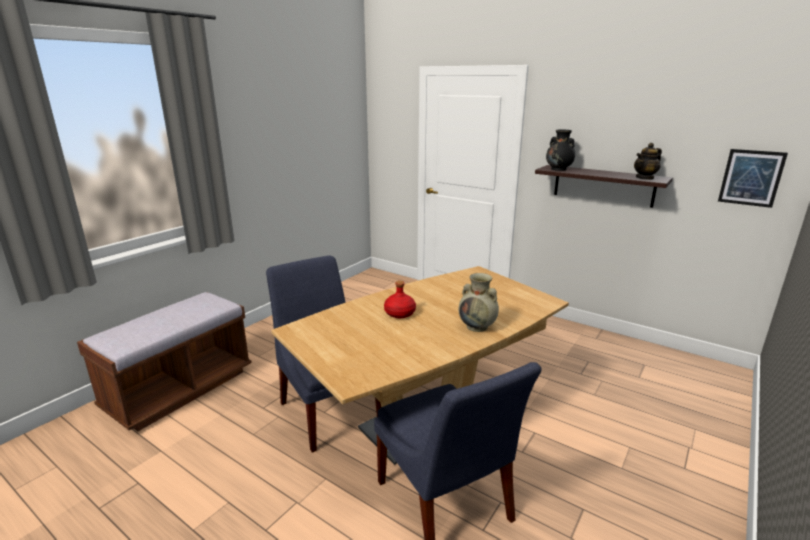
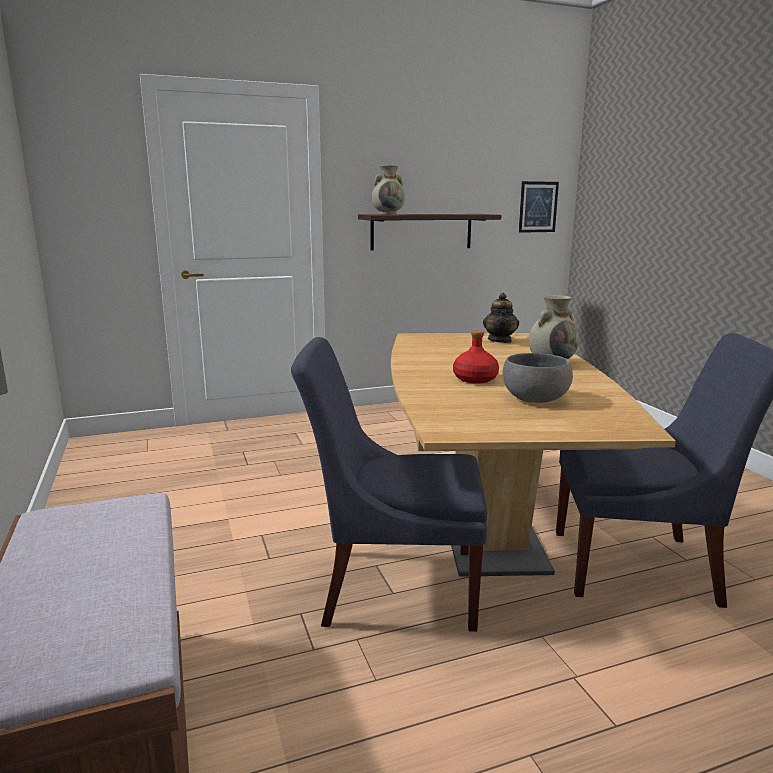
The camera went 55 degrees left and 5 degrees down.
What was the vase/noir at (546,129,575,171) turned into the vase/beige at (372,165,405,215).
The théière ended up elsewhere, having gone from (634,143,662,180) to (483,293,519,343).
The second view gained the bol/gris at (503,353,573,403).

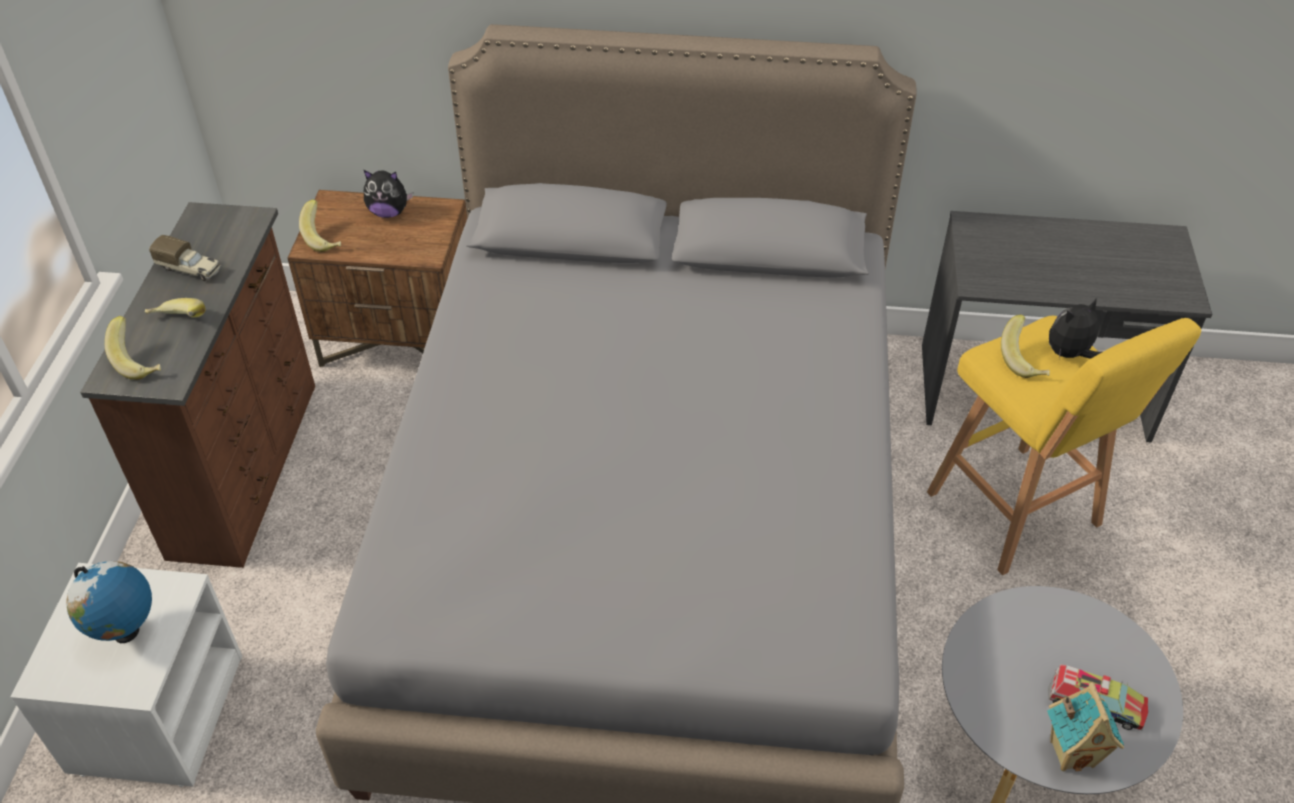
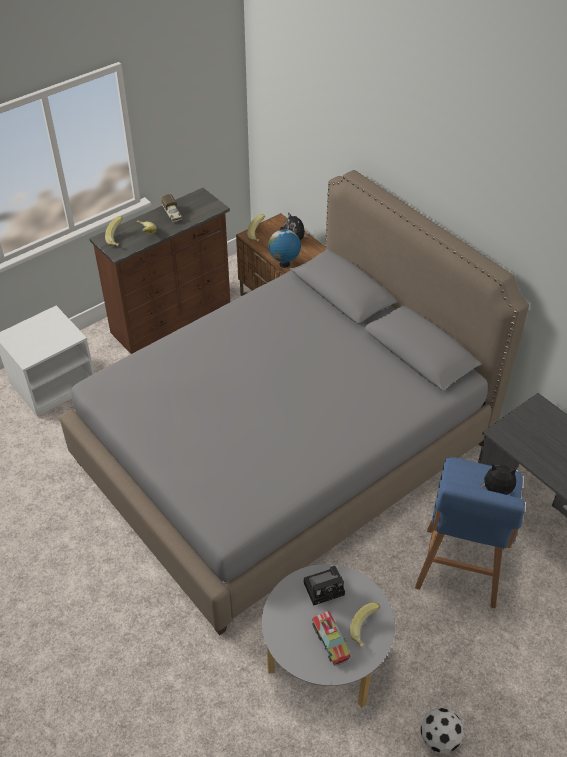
The camera went 45 degrees right and 0 degrees up.
The globe ended up elsewhere, having gone from (66,561,152,643) to (268,227,301,268).
What was the tabouret/jaune at (927,316,1201,575) turned into the tabouret/bleu at (415,457,525,608).
The banane ended up elsewhere, having gone from (1001,315,1050,378) to (349,602,381,647).
The second view lost the maison miniature at (1047,682,1124,771).
The second view gained the appareil photo at (304,566,345,606).
The second view gained the ballon de foot at (420,708,464,754).

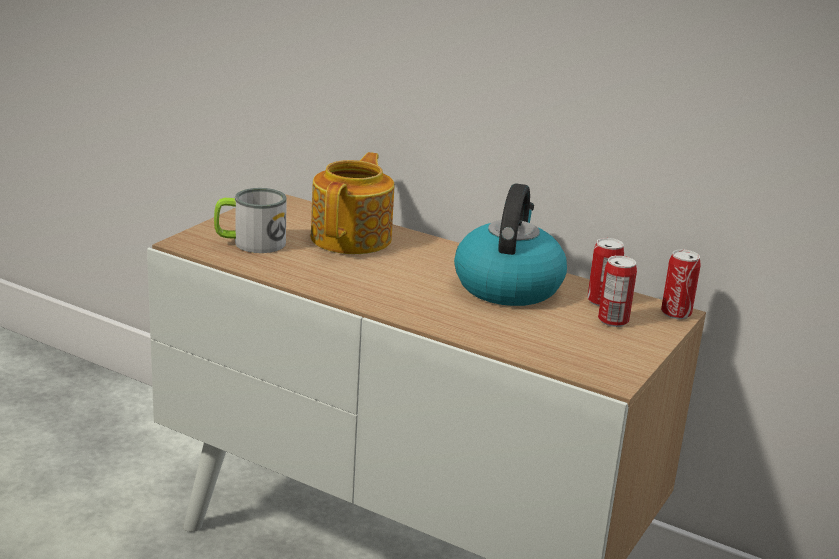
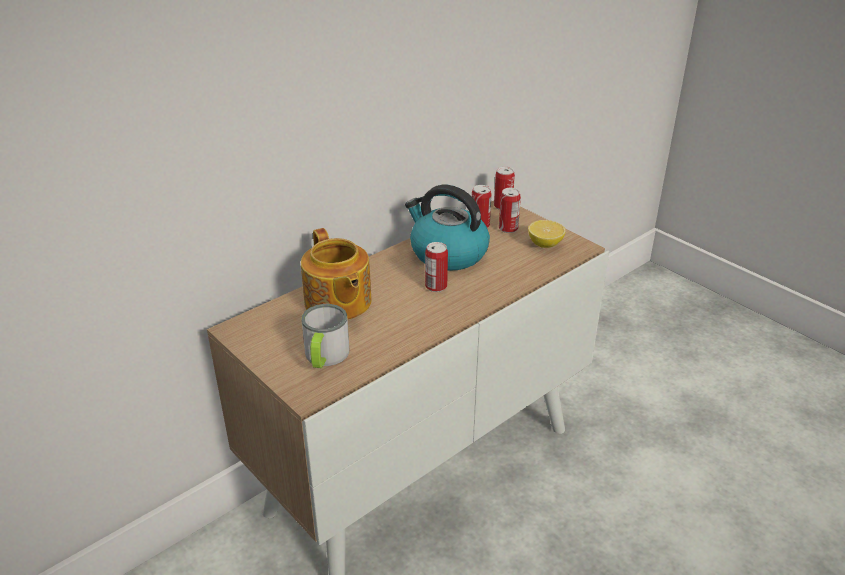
The camera went 70 degrees left and 10 degrees up.
The théière at (311,152,395,254) ended up facing another way, 150 degrees counterclockwise from before.
The second view gained the boîte métallique at (425,242,448,292).
The second view gained the citron at (528,220,566,248).

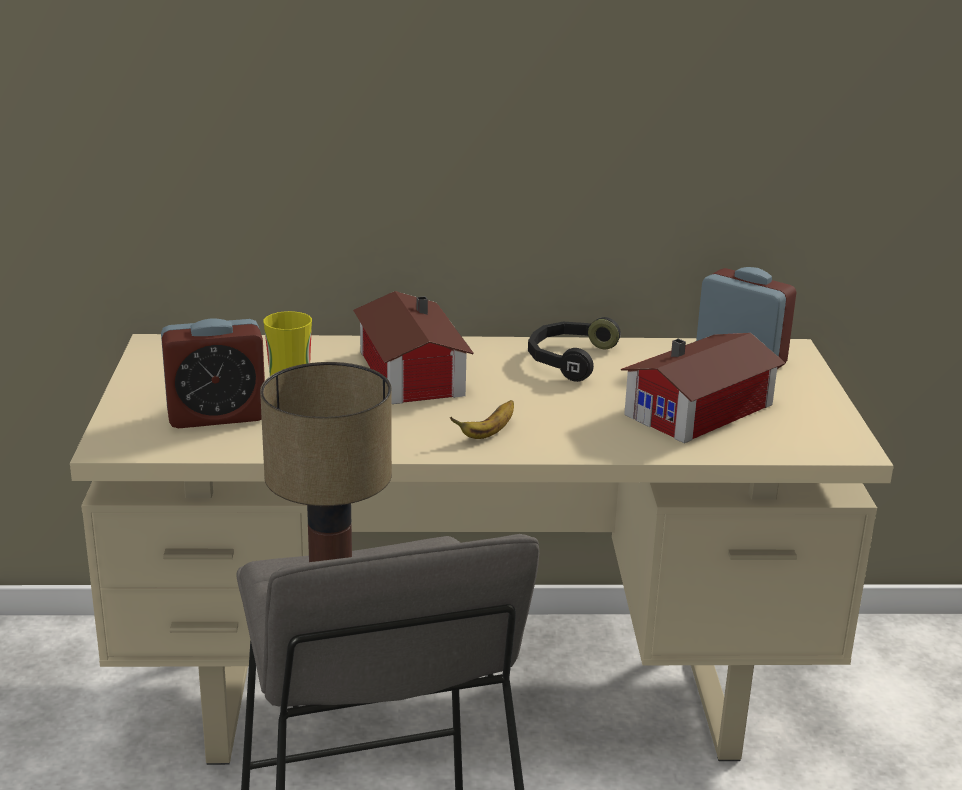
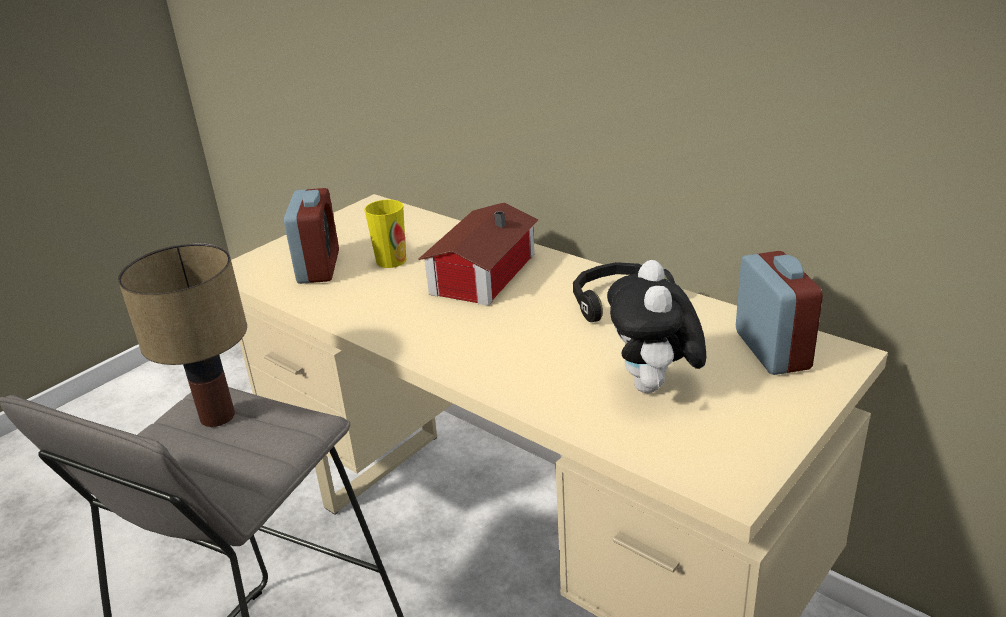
The camera went 45 degrees right and 5 degrees up.
The réveil at (161,318,265,428) ended up facing another way, 120 degrees counterclockwise from before.
The second view lost the banane at (450,400,514,439).
Where the maison miniature stood at (621,333,785,443), the peluche came to stand at (607,260,706,393).

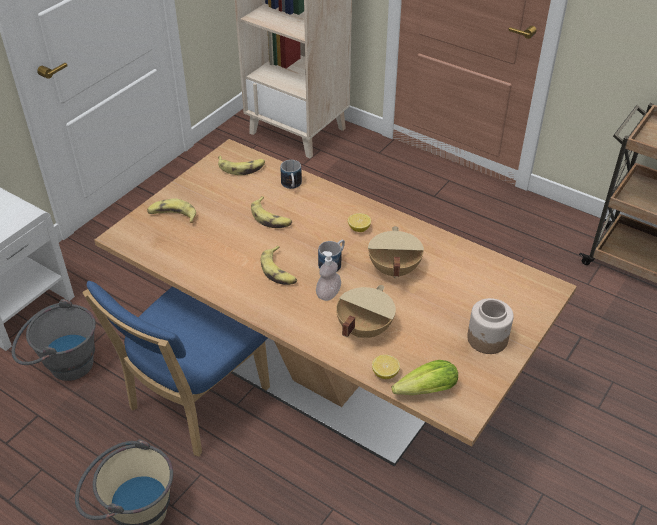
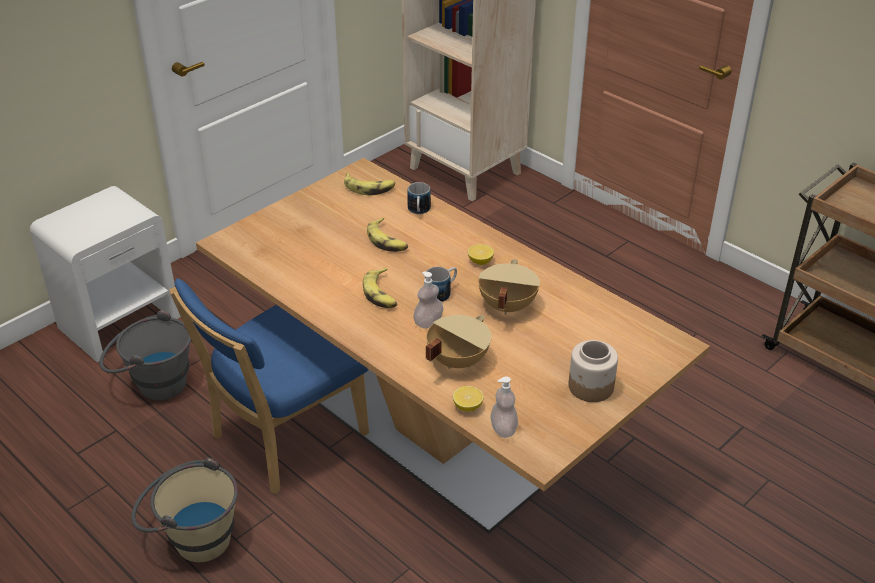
The camera went 10 degrees right and 5 degrees down.
The second view lost the banane at (147,198,196,223).
Where the laitue stood at (392,360,458,395), the distributeur de savon came to stand at (491,376,518,438).

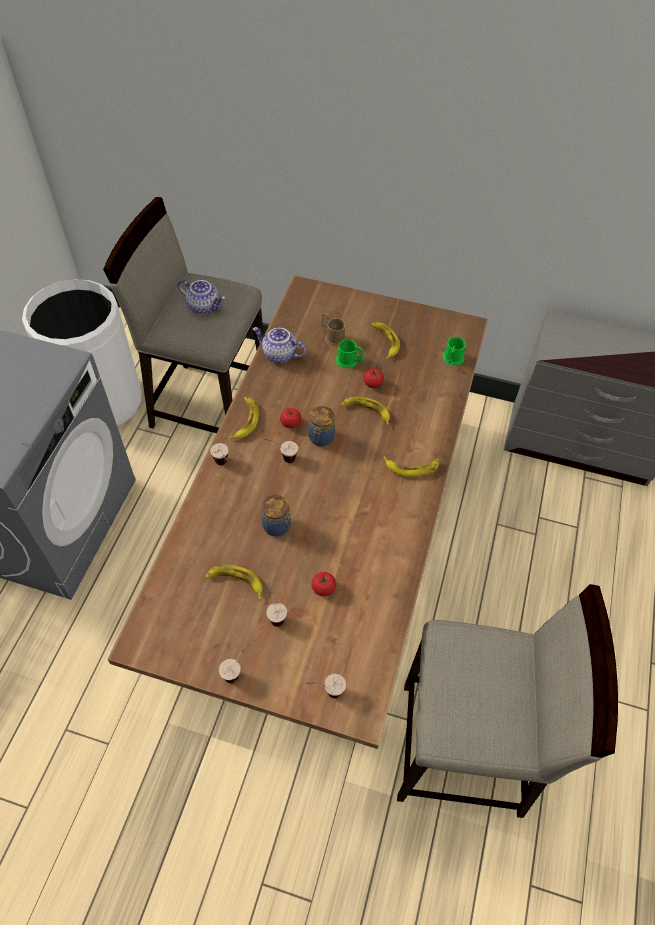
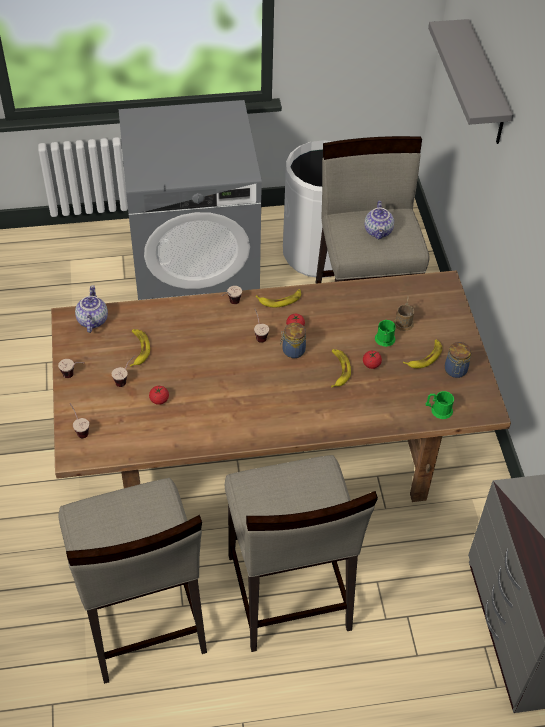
The camera went 65 degrees right and 5 degrees down.
The théière ended up elsewhere, having gone from (253,327,306,363) to (75,285,108,333).
The bocal ended up elsewhere, having gone from (261,495,292,537) to (445,342,472,378).
The second view lost the banane at (383,456,439,477).
The second view gained the tabouret/beige at (225,455,378,652).
The second view gained the étagère/gris at (428,19,514,144).

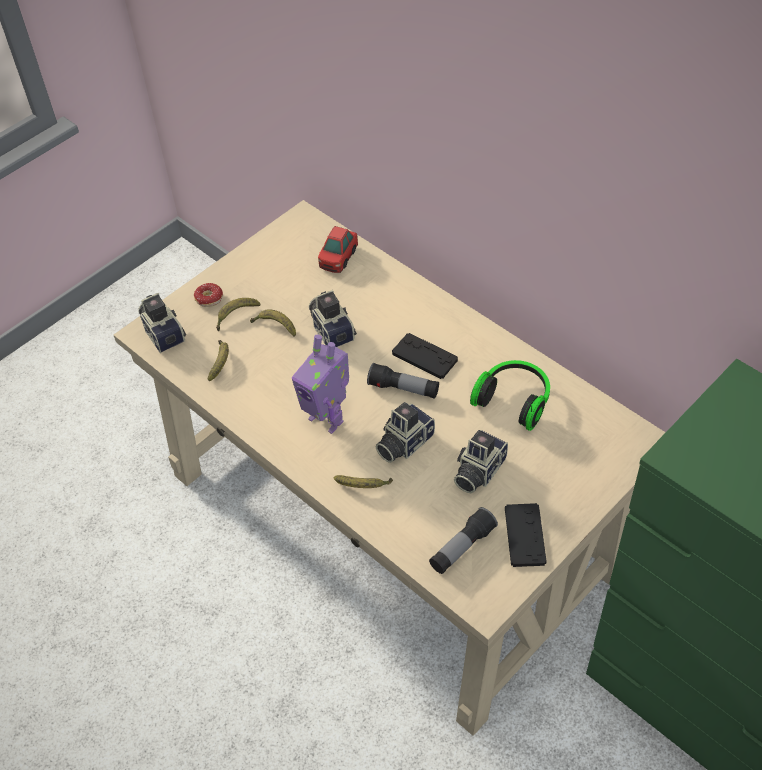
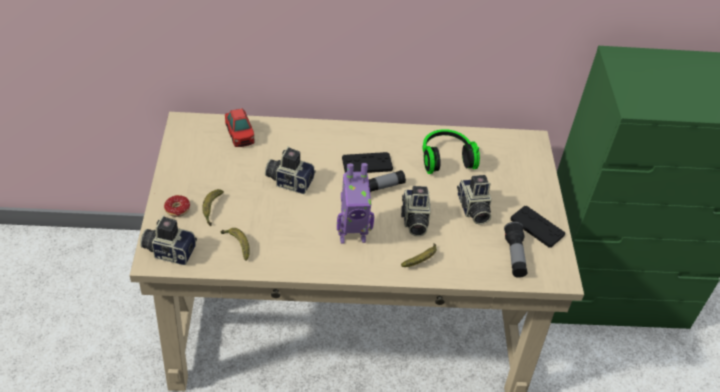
The camera went 50 degrees left and 5 degrees down.
The second view lost the banane at (250,309,296,337).

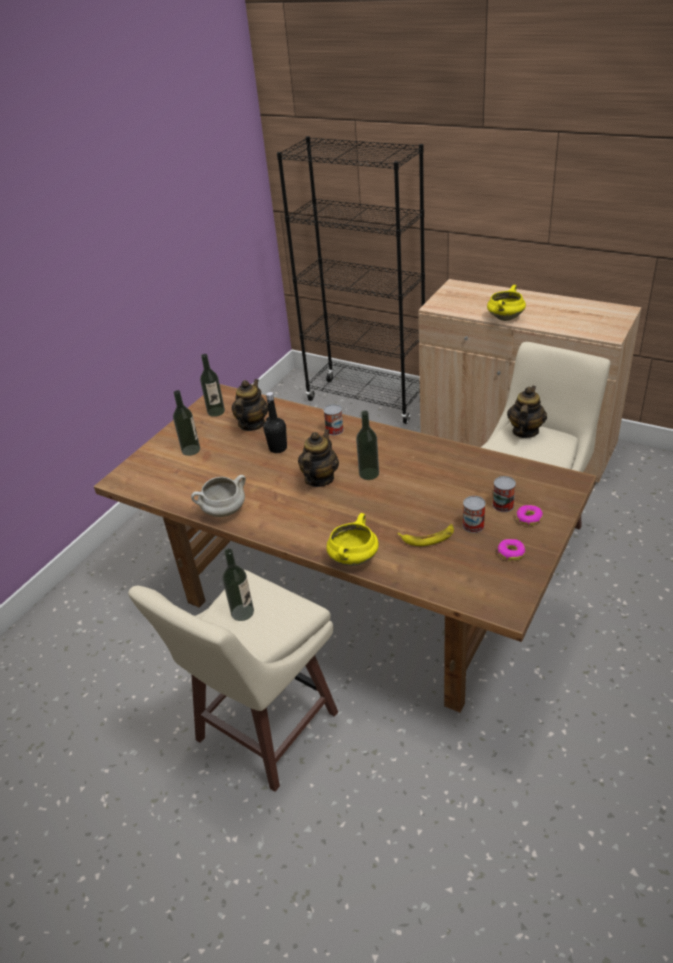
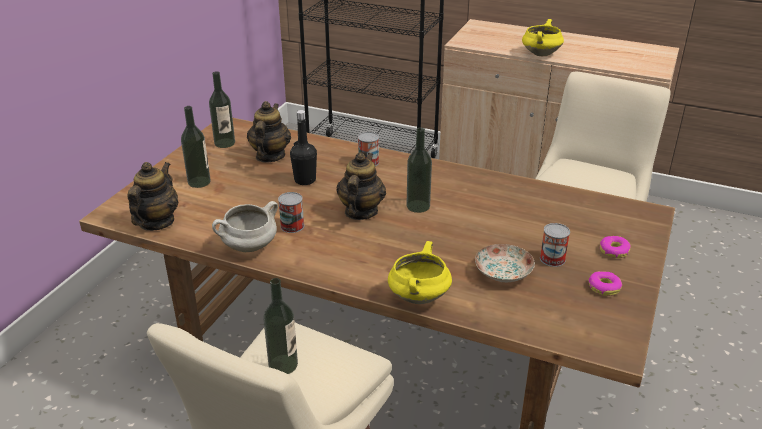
The camera went 10 degrees left and 5 degrees down.
Where the banane stood at (398,524,454,546), the assiette came to stand at (475,244,535,282).
The boîte métallique ended up elsewhere, having gone from (493,476,516,512) to (278,192,304,233).
The théière ended up elsewhere, having gone from (507,386,547,438) to (128,162,179,231).

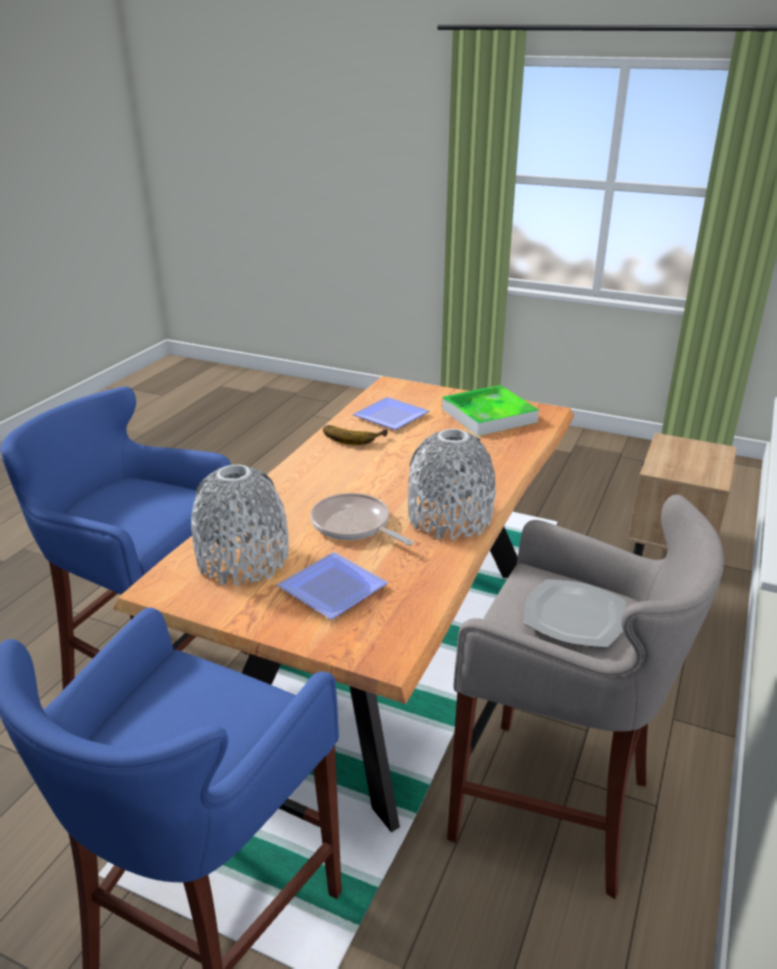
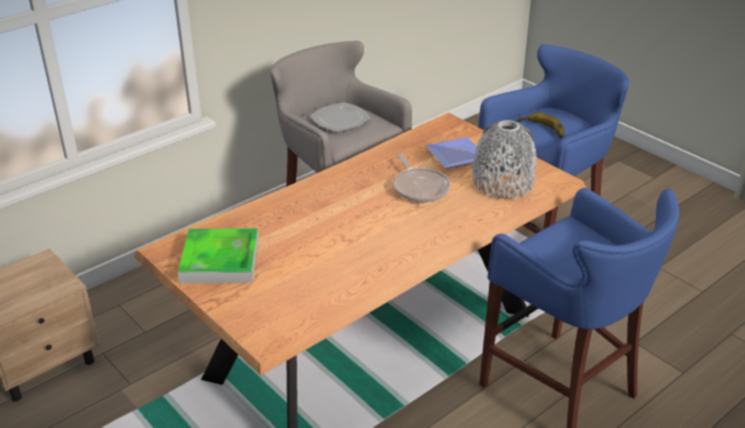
The camera went 155 degrees left and 5 degrees up.
The banane ended up elsewhere, having gone from (323,425,388,445) to (516,113,564,138).
The second view lost the assiette at (353,397,429,430).
The second view lost the vase/gris at (408,429,496,540).

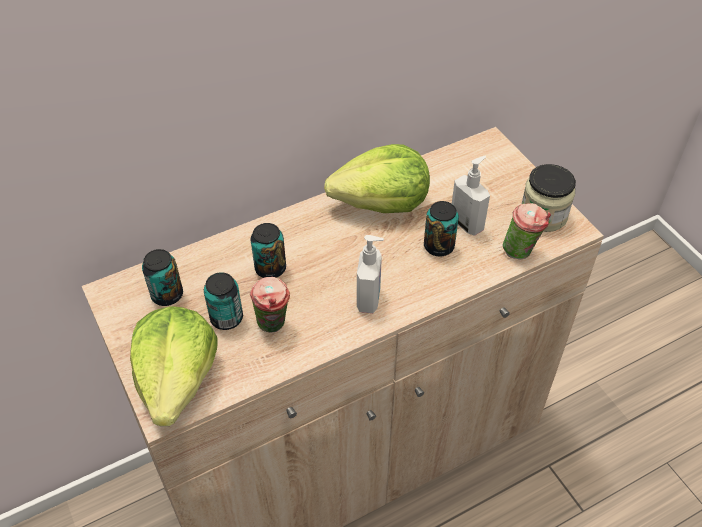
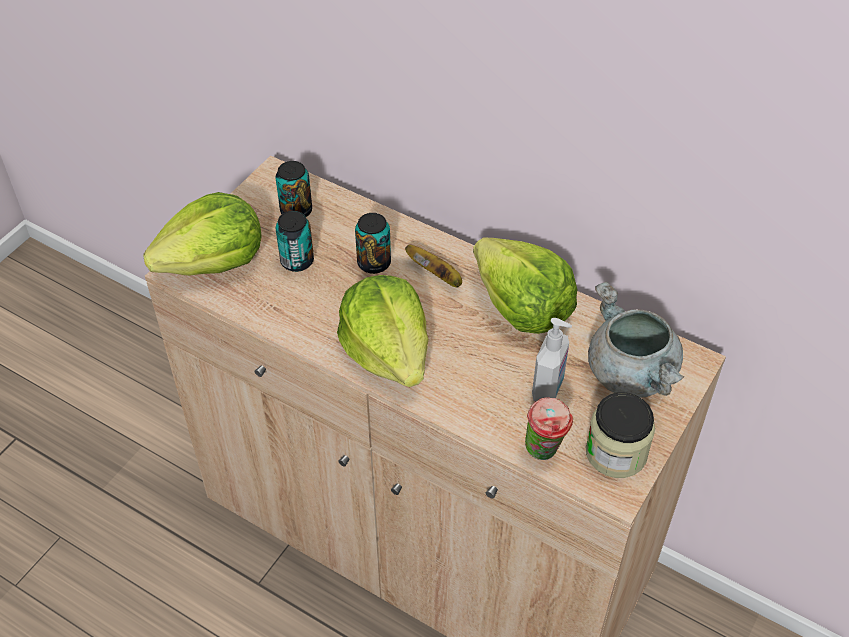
The camera went 60 degrees right and 0 degrees up.
The second view lost the tasse at (250,277,290,332).
Where the distributeur de savon stood at (357,235,384,313), the laitue came to stand at (337,275,428,387).
The second view lost the boîte métallique at (424,201,459,257).
The second view gained the banane at (405,245,462,287).
The second view gained the marmite/gris at (588,282,684,398).

